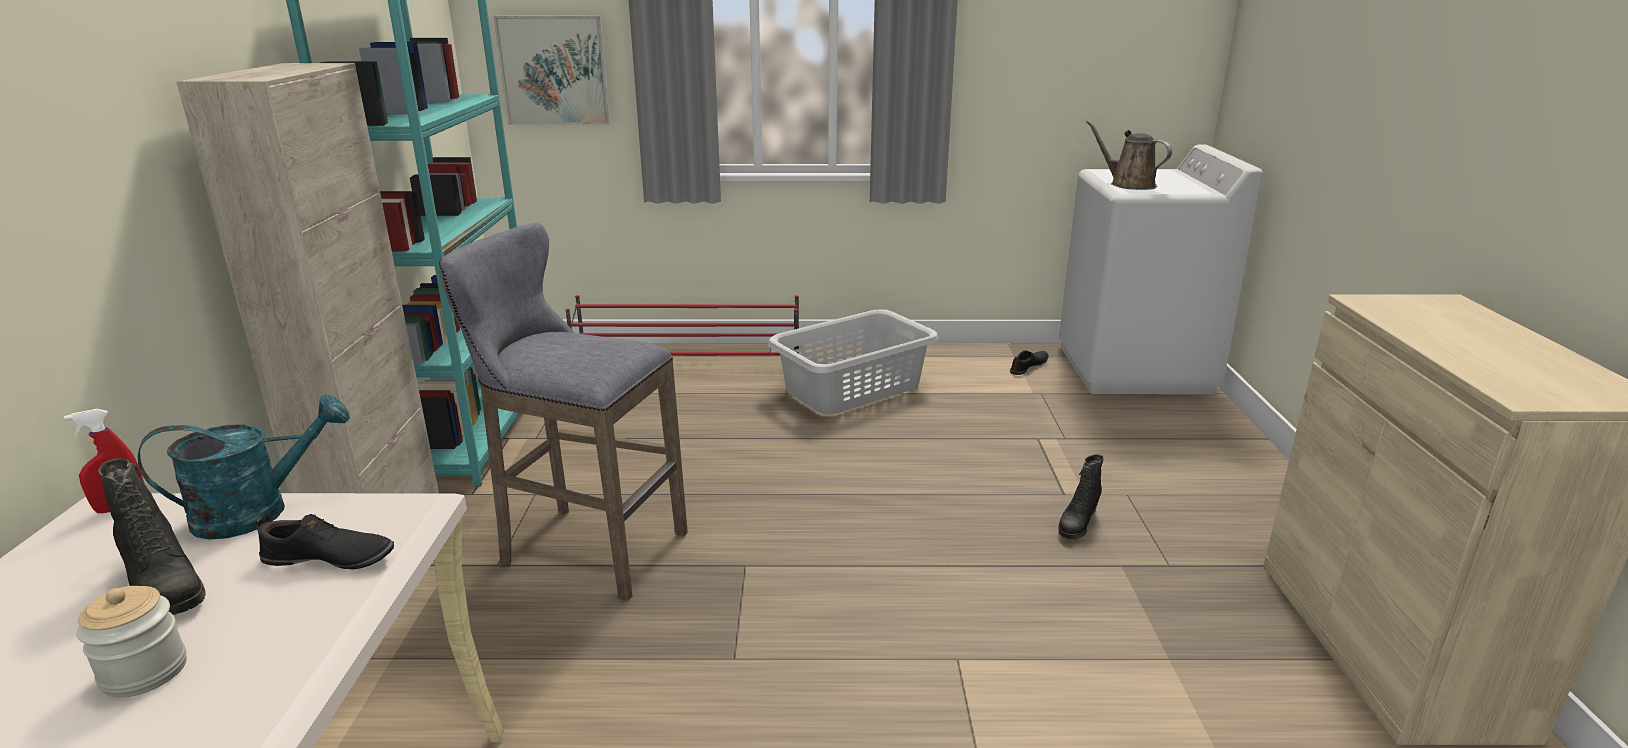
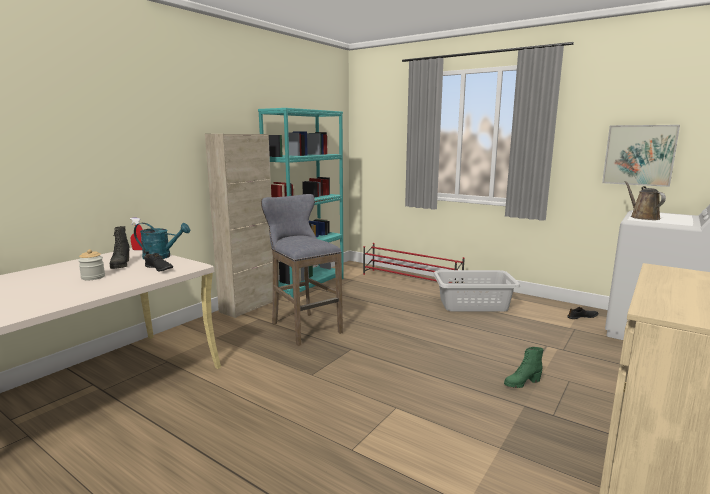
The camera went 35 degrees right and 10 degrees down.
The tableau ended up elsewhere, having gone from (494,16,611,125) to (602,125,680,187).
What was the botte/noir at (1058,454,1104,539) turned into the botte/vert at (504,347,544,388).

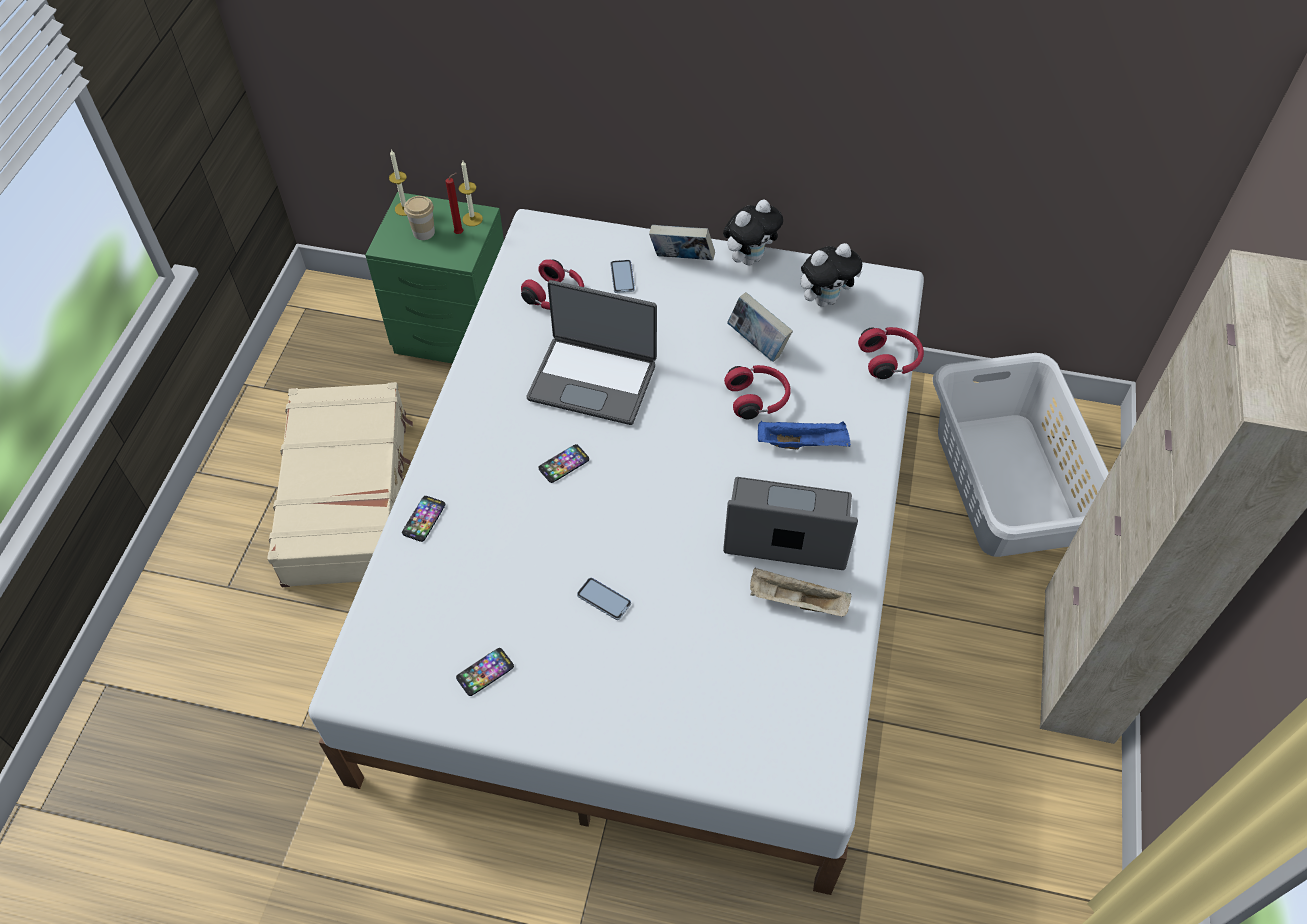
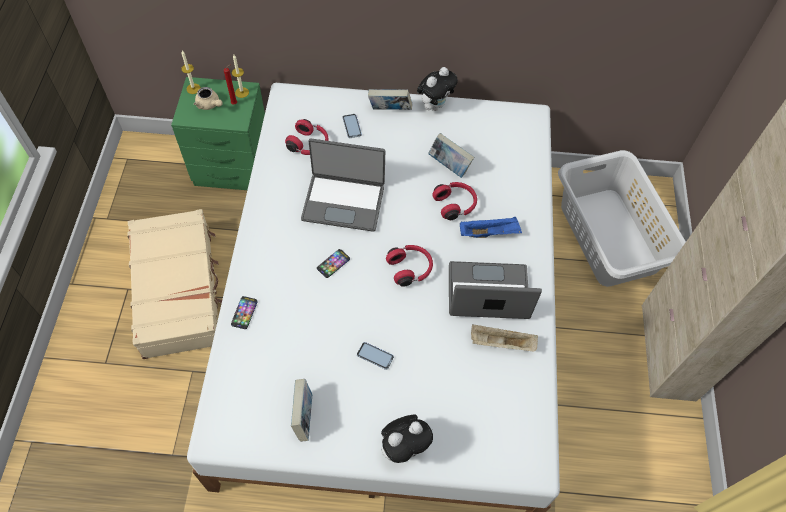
The camera went 10 degrees left and 5 degrees up.
Where the tasse stood at (404,196,435,240), the théière/beige came to stand at (194,87,223,110).
Where the téléphone stood at (456,648,514,696), the livre came to stand at (291,379,312,442).
The peluche ended up elsewhere, having gone from (800,243,862,307) to (381,414,433,463).
The casque audio/rouge ended up elsewhere, having gone from (858,327,924,379) to (386,245,433,287).

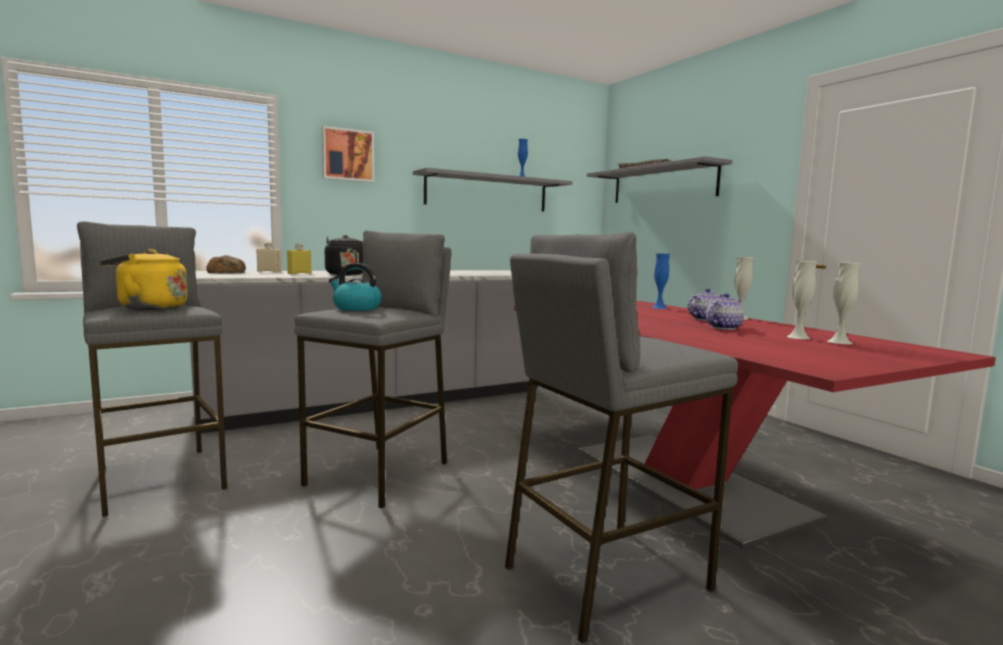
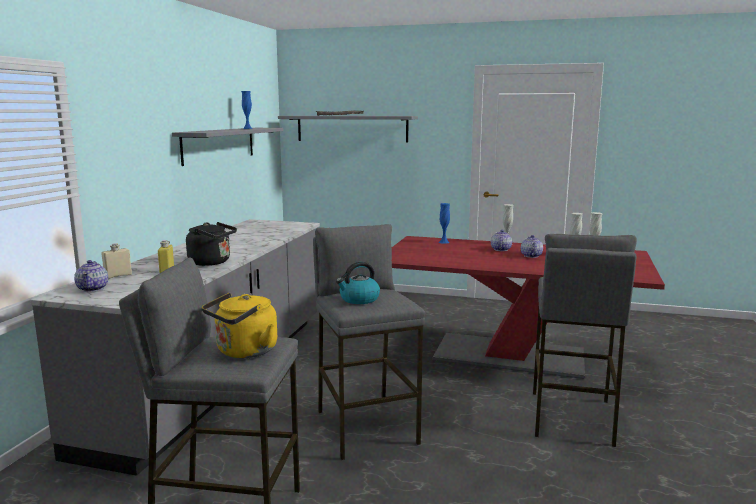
The camera went 45 degrees left and 5 degrees up.
Where the pain stood at (206,255,246,273), the théière came to stand at (74,260,108,292).
The second view lost the tableau at (322,126,374,183).

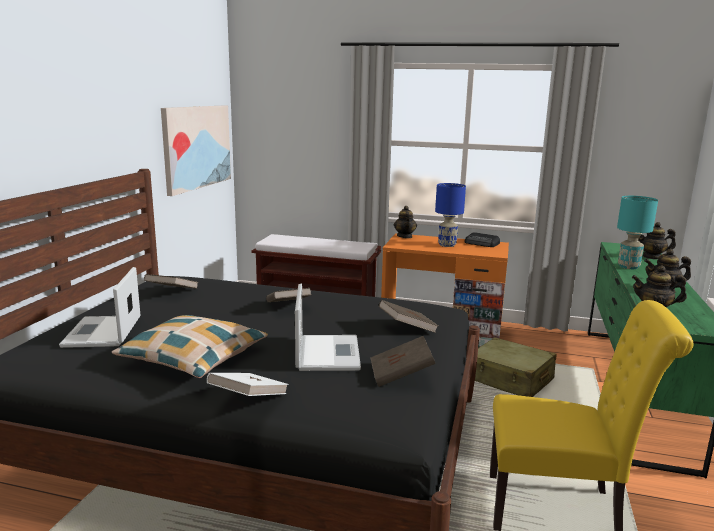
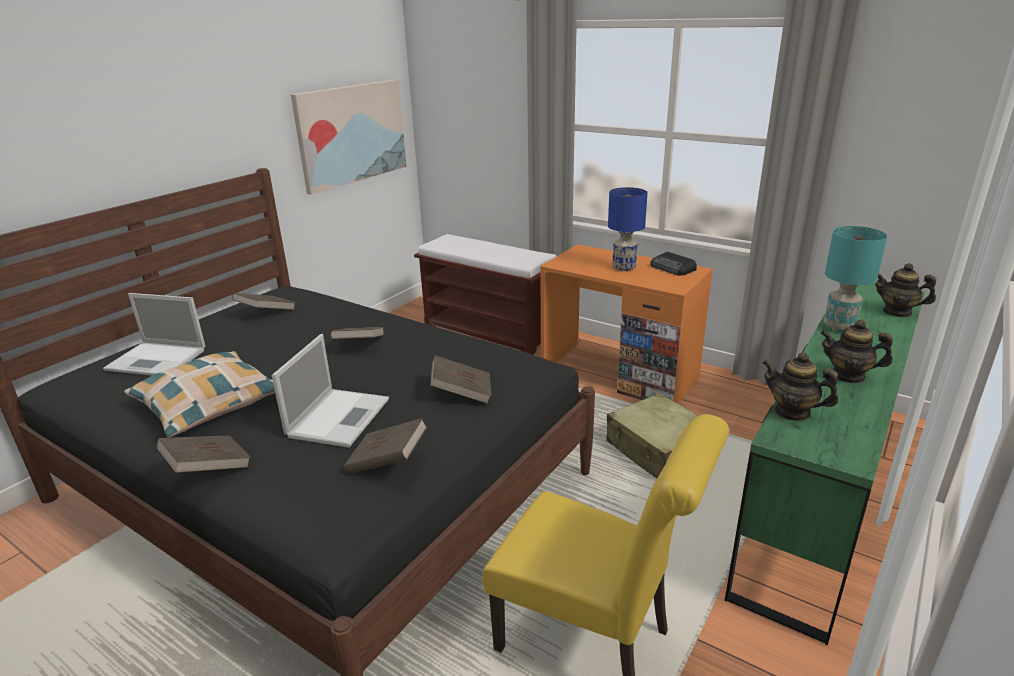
The camera went 20 degrees right and 10 degrees up.
The ordinateur portable at (59,267,141,348) ended up facing another way, 90 degrees counterclockwise from before.
What was the livre/blanc at (207,373,288,396) turned into the livre/marron at (156,435,251,473).
The second view lost the théière at (394,206,417,238).

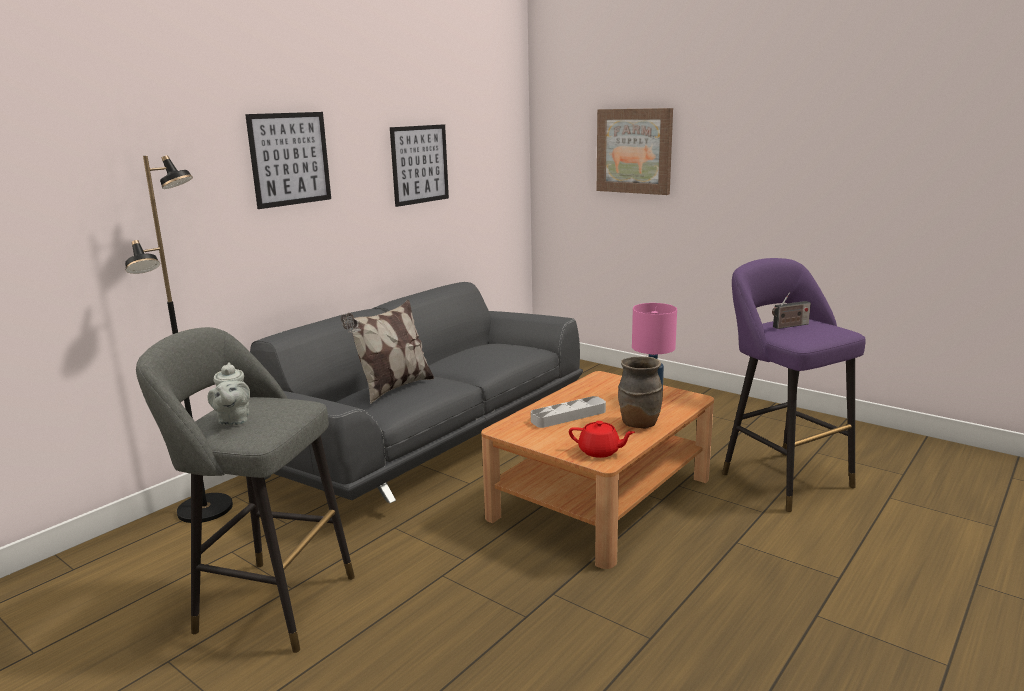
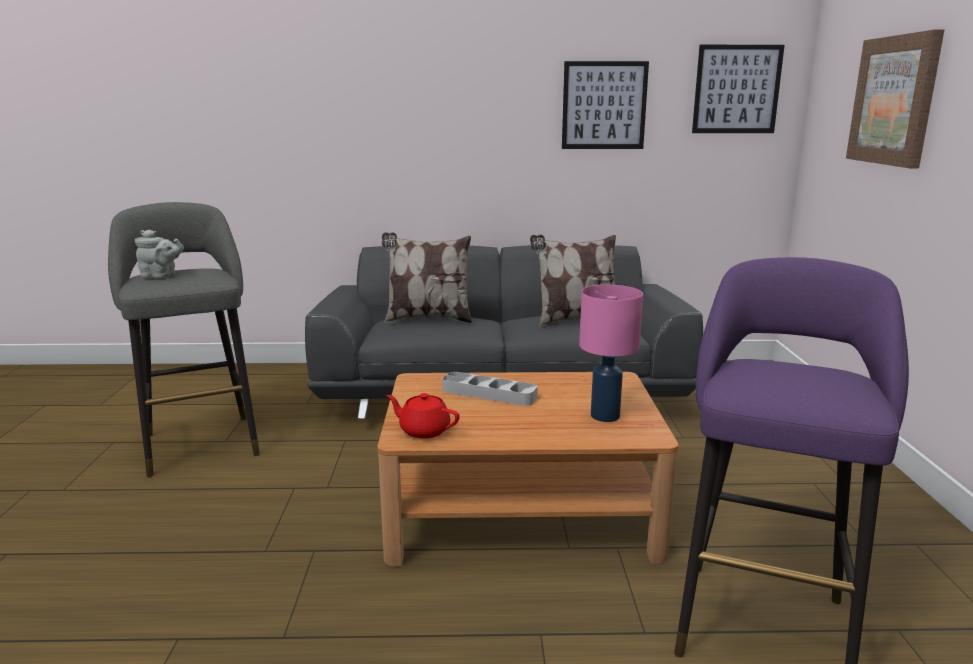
The camera went 50 degrees right and 0 degrees up.
The second view lost the lampadaire/noir at (125,155,233,523).
The théière/gris at (207,362,250,425) ended up facing another way, 120 degrees counterclockwise from before.
The tableau ended up elsewhere, having gone from (245,112,331,209) to (692,45,785,133).
The théière/rouge at (569,421,635,458) ended up facing another way, 135 degrees clockwise from before.
The second view lost the vase/marron at (618,356,663,428).
The second view lost the radio at (772,292,811,329).
The second view gained the coussin at (530,234,616,327).

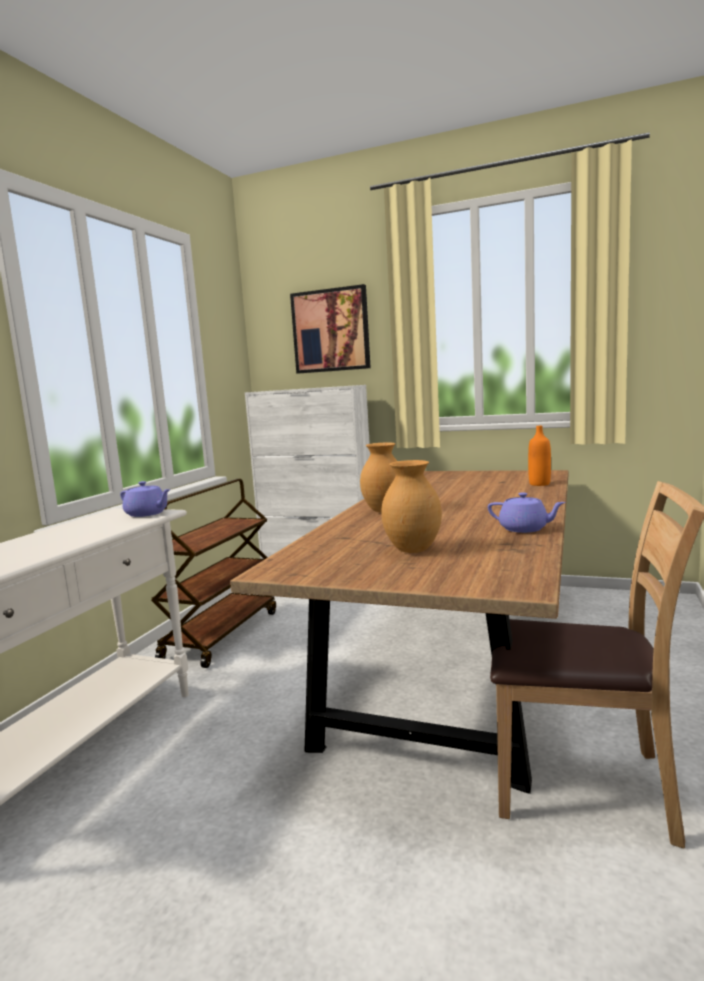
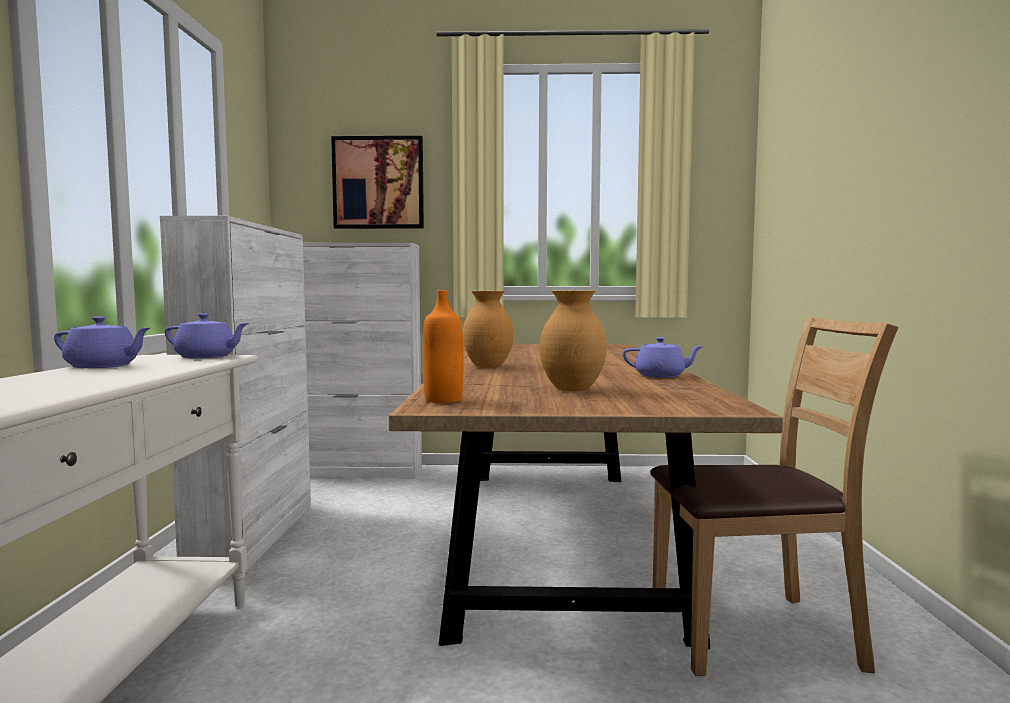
The camera went 20 degrees left and 5 degrees down.
Where the chariot/marron stood at (151,479,276,668), the meuble de rangement/blanc came to stand at (160,216,311,576).
The bouteille/orange ended up elsewhere, having gone from (528,426,551,486) to (423,290,464,403).
The second view gained the théière/violet at (54,317,150,368).

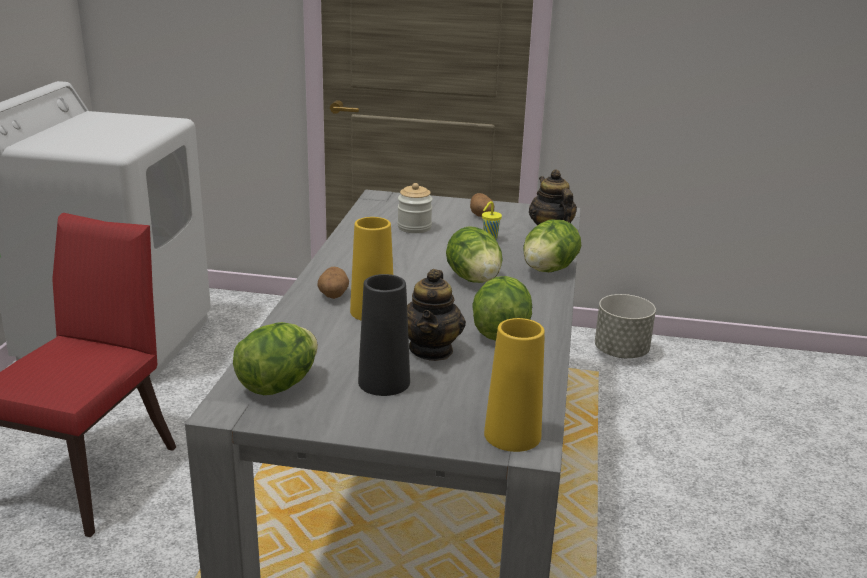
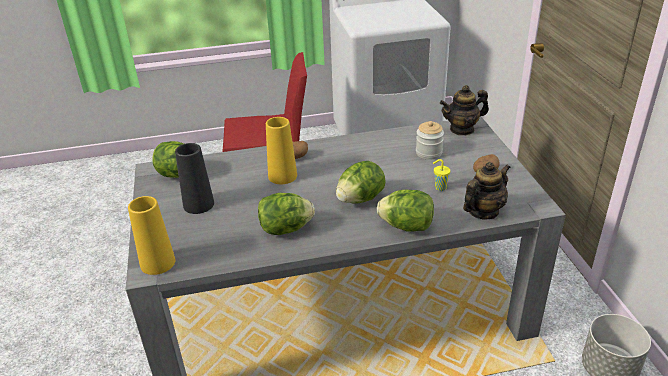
The camera went 70 degrees right and 10 degrees up.
The théière ended up elsewhere, having gone from (407,269,466,361) to (440,85,489,135).

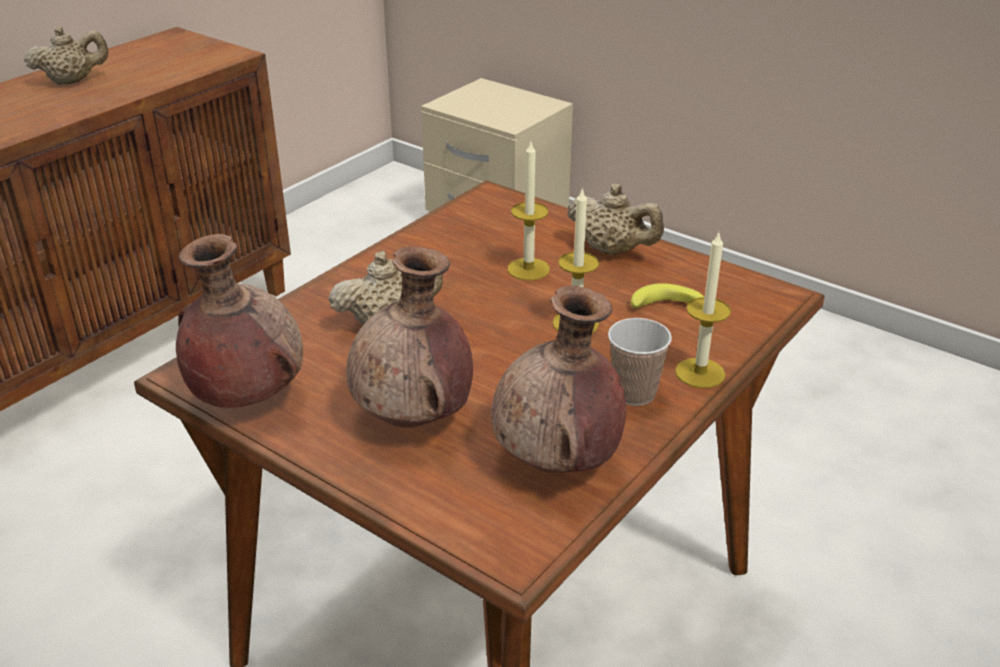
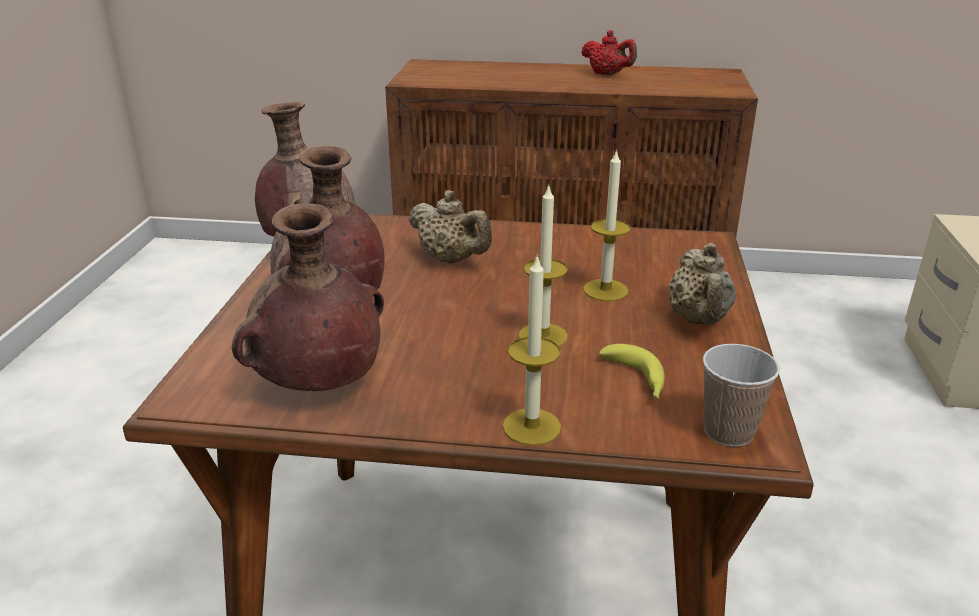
The camera went 60 degrees right and 5 degrees down.
What was the théière/beige at (24,26,108,85) turned into the théière/rouge at (581,30,637,76).
The tasse ended up elsewhere, having gone from (608,318,672,406) to (703,344,780,446).

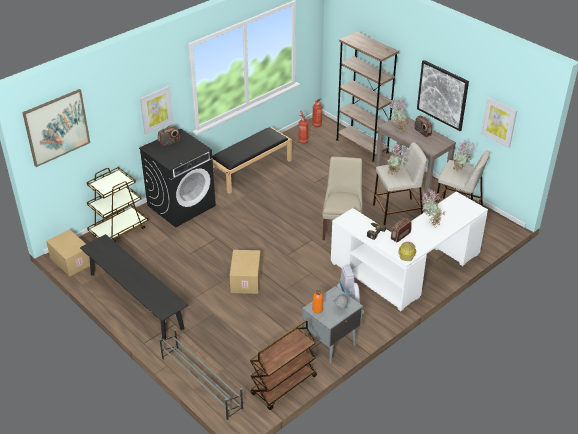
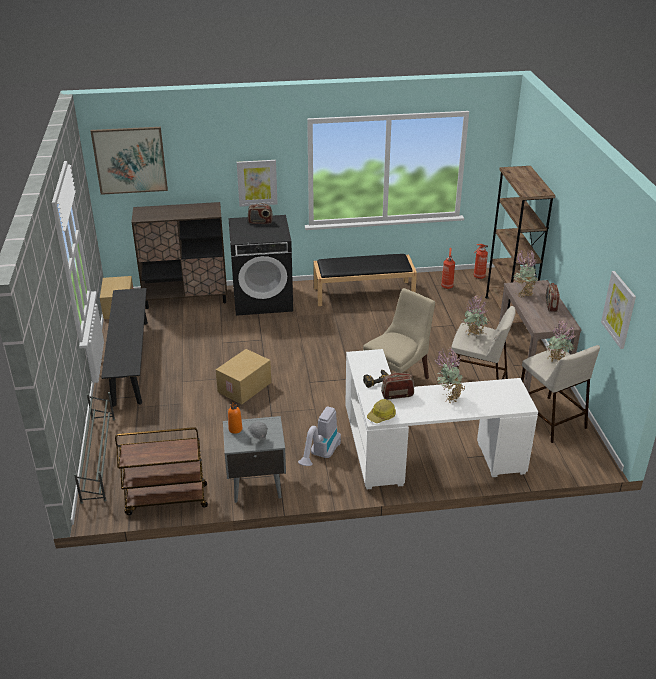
The camera went 35 degrees right and 5 degrees down.
Where the chariot/marron stood at (87,167,148,242), the meuble de rangement/marron came to stand at (131,202,227,309).
The second view lost the tableau at (417,60,469,131).

